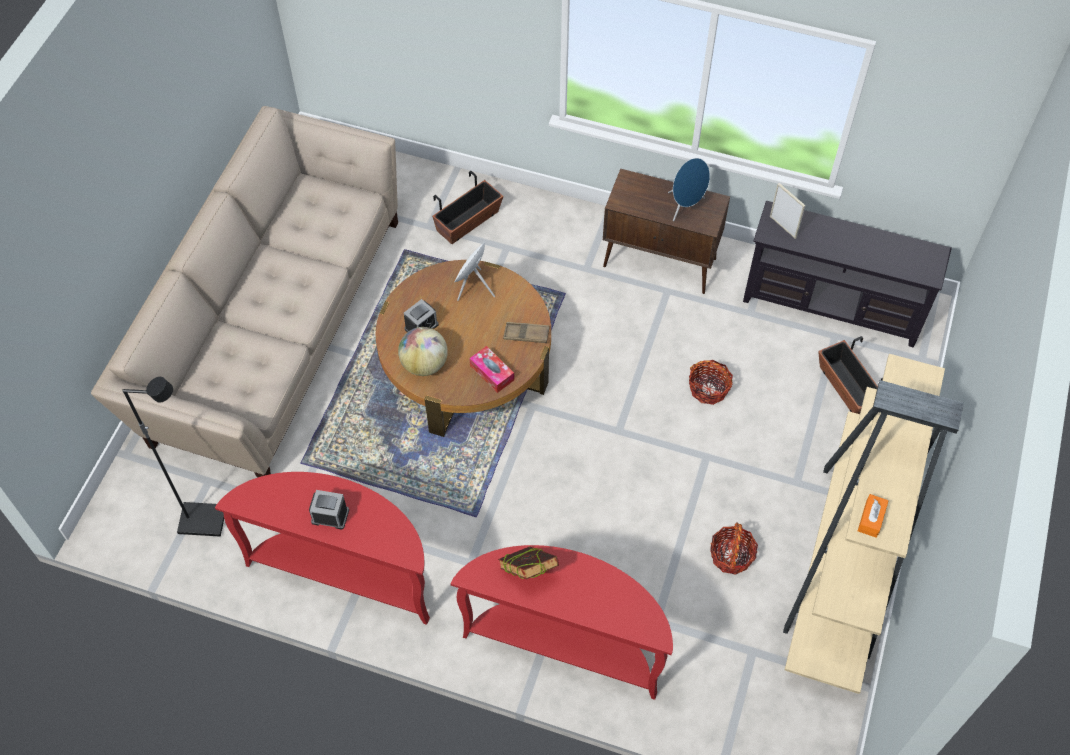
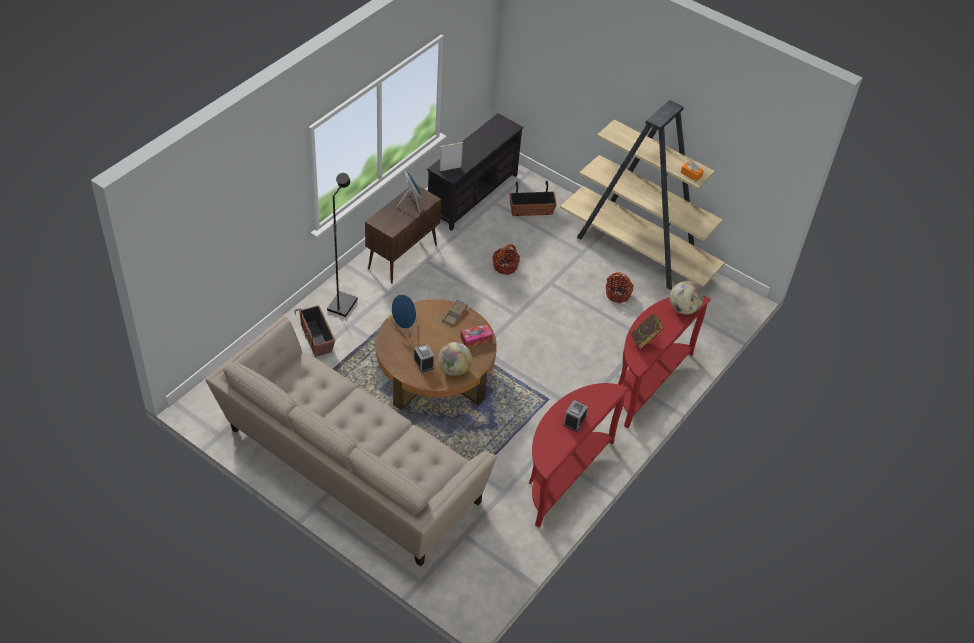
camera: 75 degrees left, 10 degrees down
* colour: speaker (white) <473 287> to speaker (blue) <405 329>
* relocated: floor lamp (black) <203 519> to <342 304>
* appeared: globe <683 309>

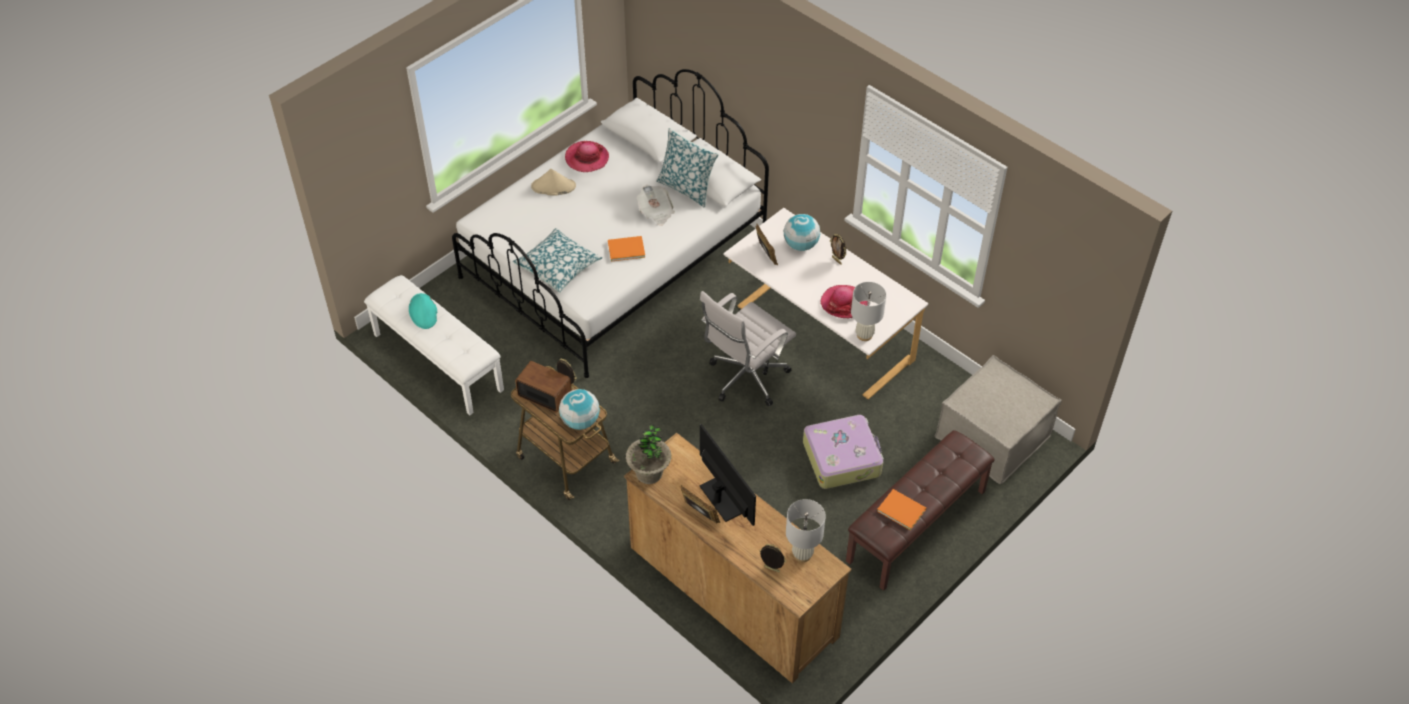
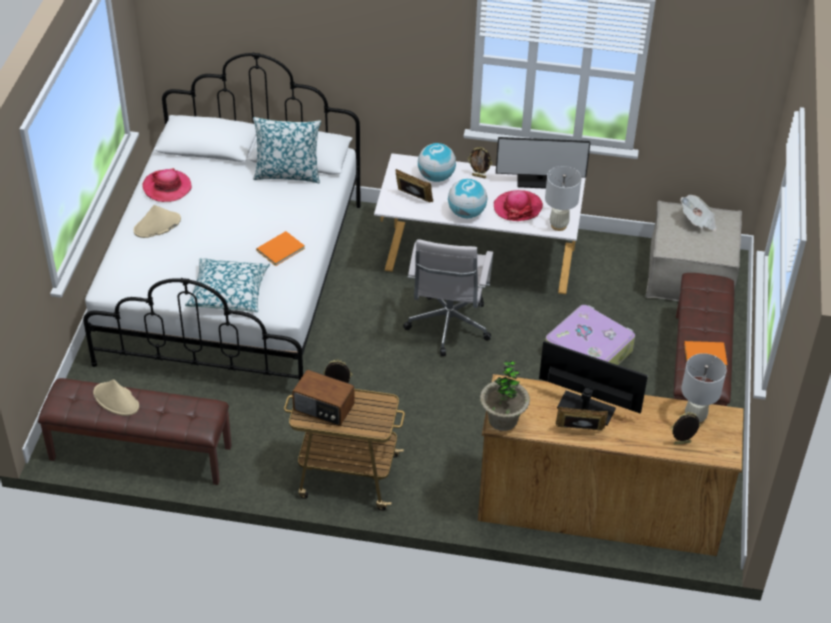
camera: 35 degrees left, 5 degrees down
* relocated: newspaper <656 212> to <697 221>
* colour: bench (white) <437 362> to bench (brown) <140 453>
* colour: hat (turquoise) <423 312> to hat (beige) <116 400>
* spun: radio <544 394> = <323 408> 150 degrees counterclockwise
* relocated: globe <580 421> to <466 213>
* appeared: monitor <539 181>

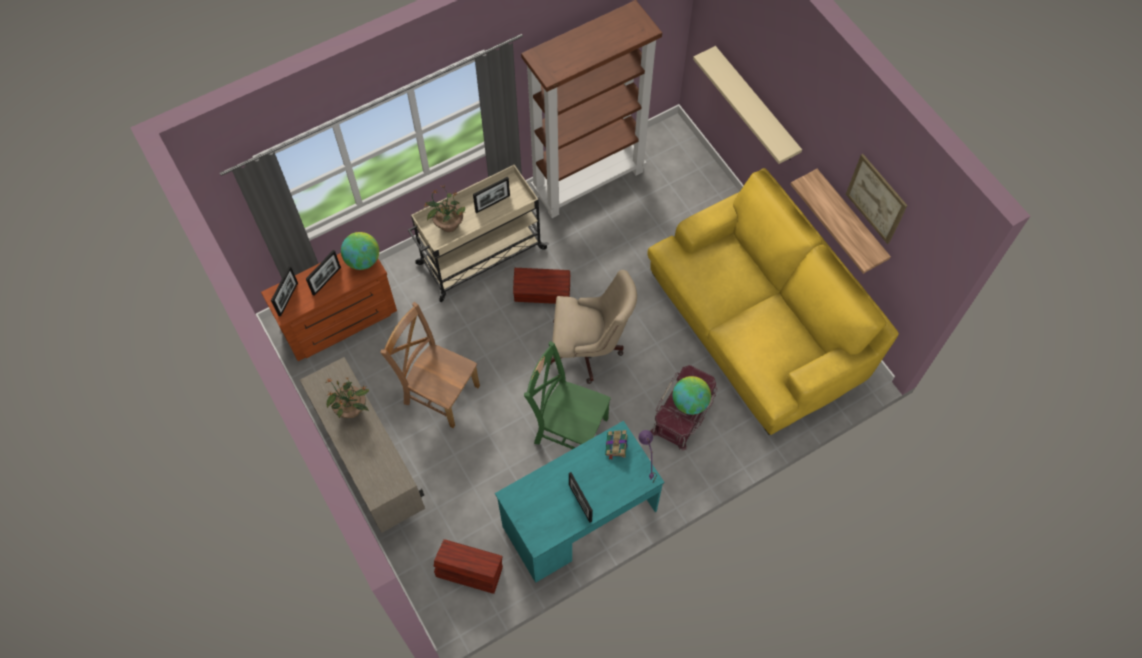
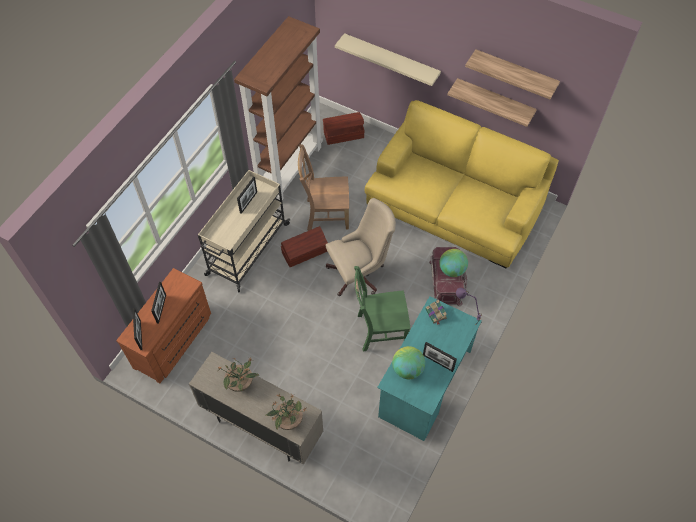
camera: 30 degrees left, 5 degrees down
* exchanged: picture <876 199> to shelf <515 73>
* relocated: potted plant <448 224> to <288 421>
* relocated: globe <363 260> to <407 369>
* relocated: chair (brown) <439 392> to <325 214>
* relocated: storage box (brown) <469 570> to <343 134>

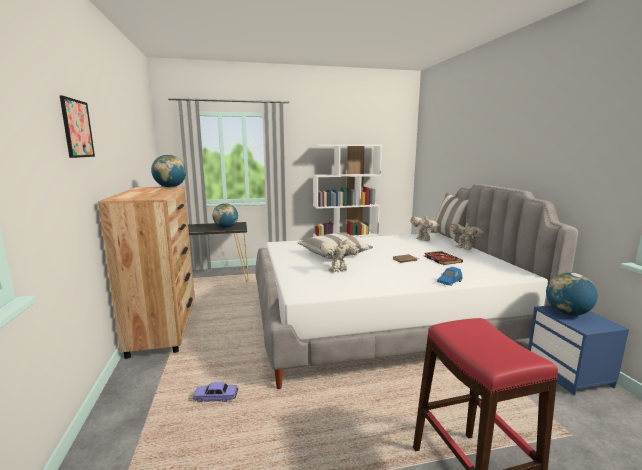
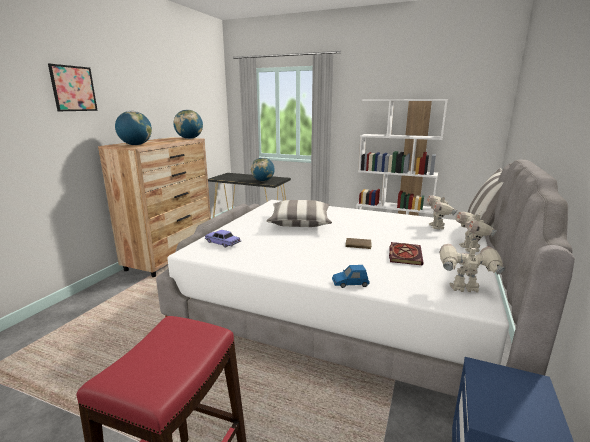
camera: 35 degrees right, 5 degrees up
* relocated: toy robot <338 271> to <464 290>
* relocated: globe <567 313> to <136 145>
* relocated: toy car <216 397> to <222 243>

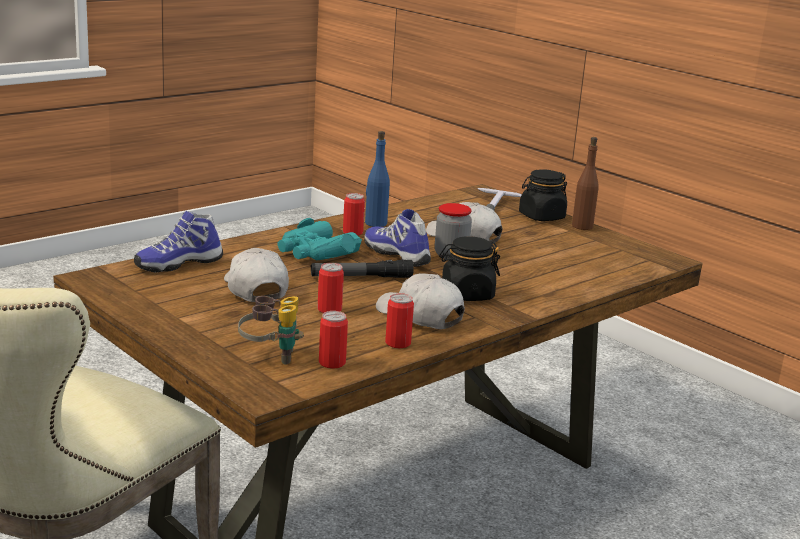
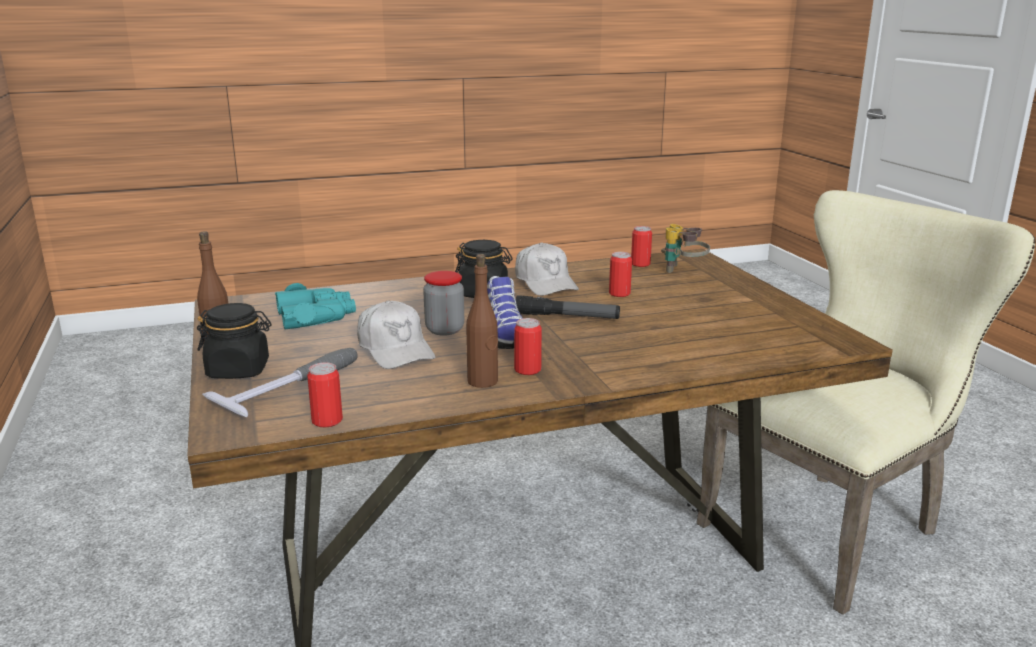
camera: 155 degrees left, 0 degrees up
* colour: bottle (blue) <375 223> to bottle (brown) <483 381>
* missing: shoe <178 263>
* relocated: binoculars (turquoise) <315 252> to <316 316>
* missing: cap (white) <255 288>
* relocated: can <398 343> to <327 421>

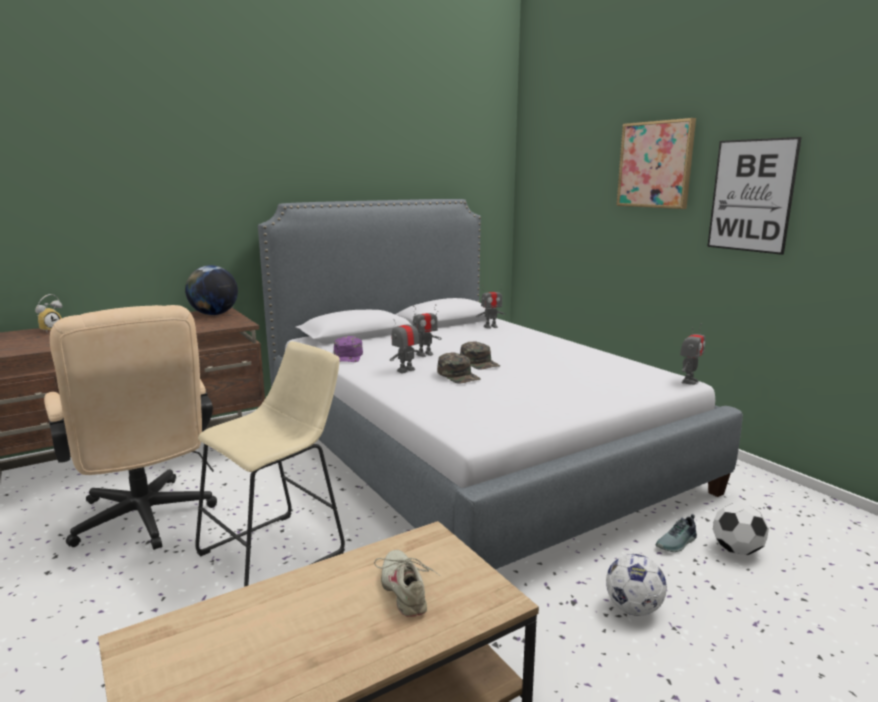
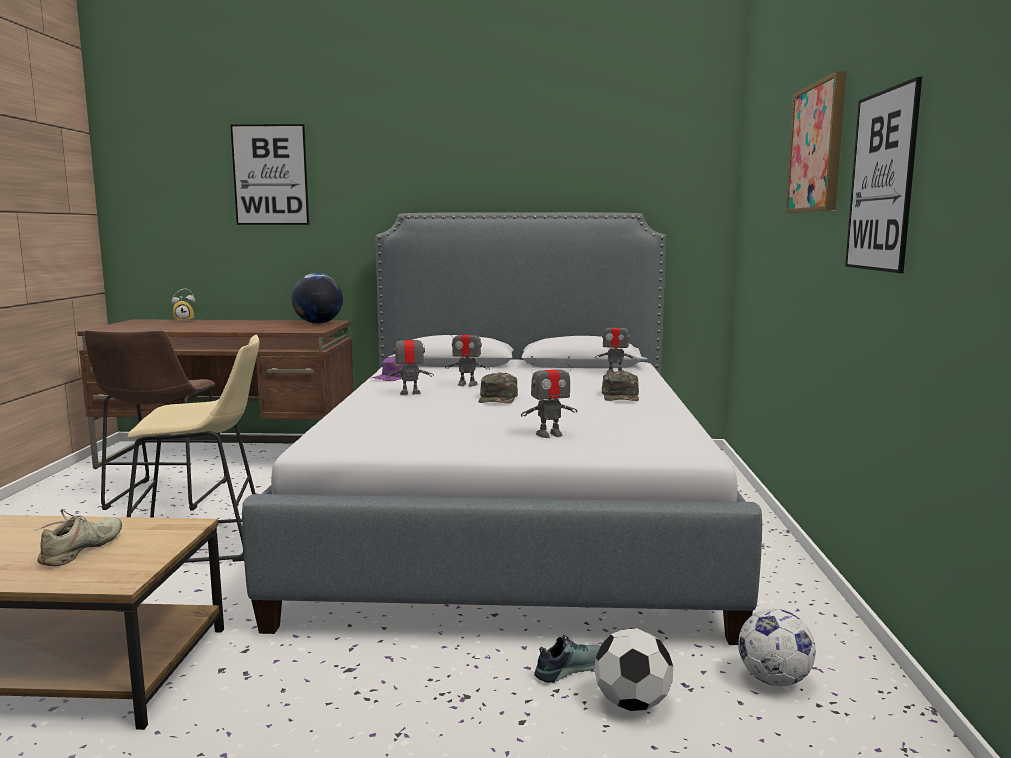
camera: 35 degrees right, 5 degrees down
* exchanged: office chair (beige) <145 522> to stool (brown) <164 497>
* relocated: toy robot <689 381> to <549 434>
* relocated: cap (green) <458 375> to <621 396>
* spun: shoe <677 543> = <569 668> 150 degrees clockwise
* relocated: football <633 608> to <774 680>
* appeared: picture <270 175>

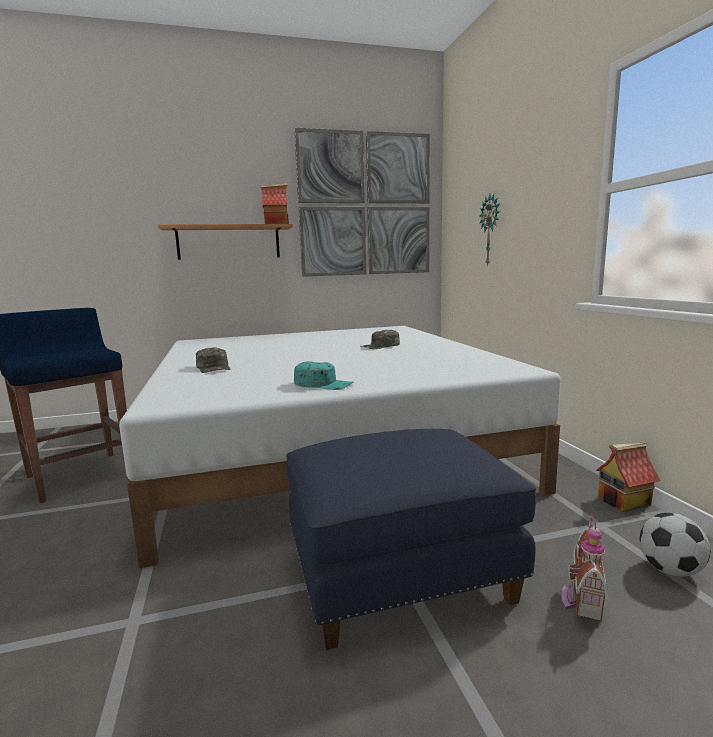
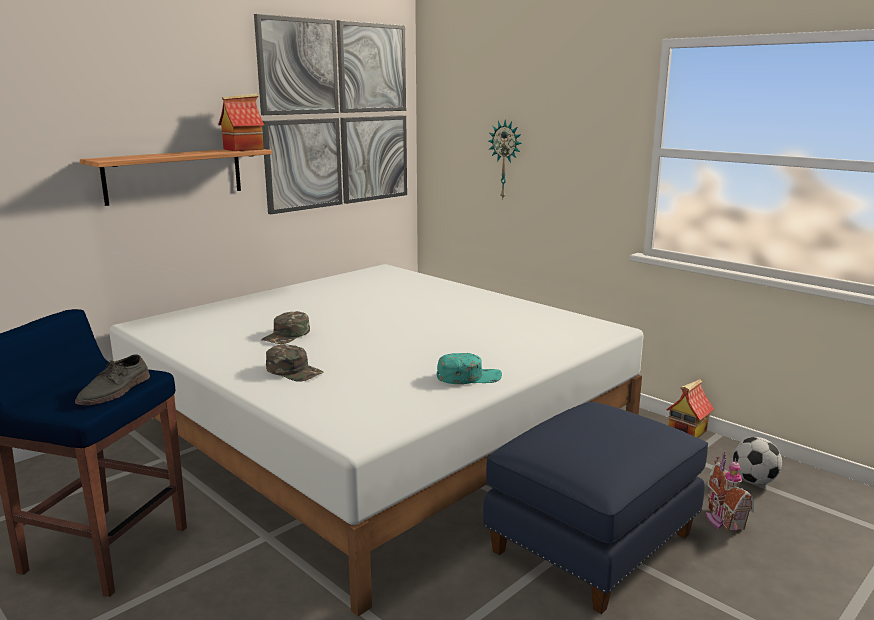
camera: 30 degrees left, 5 degrees up
* relocated: cap (green) <380 346> to <287 335>
* appeared: shoe (grey) <115 391>

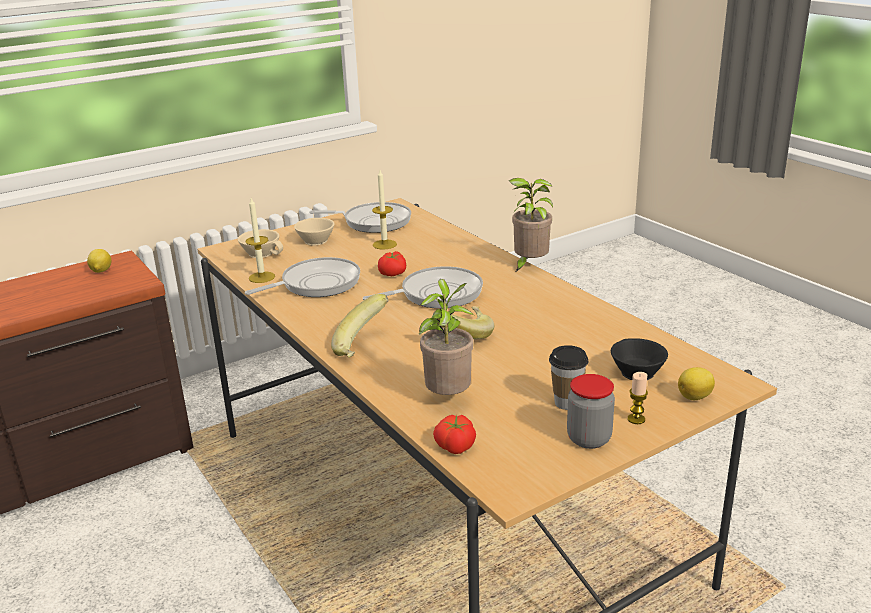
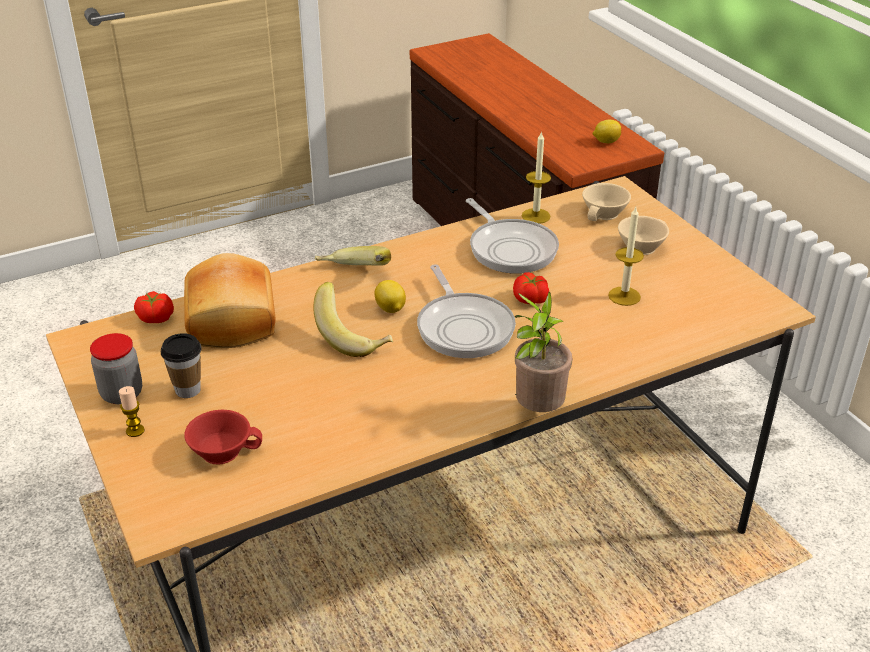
camera: 95 degrees right, 10 degrees up
* missing: frying pan <373 222>
* exchanged: potted plant <448 397> to bread <234 319>
* colour: cup (black) <634 372> to cup (red) <223 449>
* relocated: lemon <695 397> to <390 309>

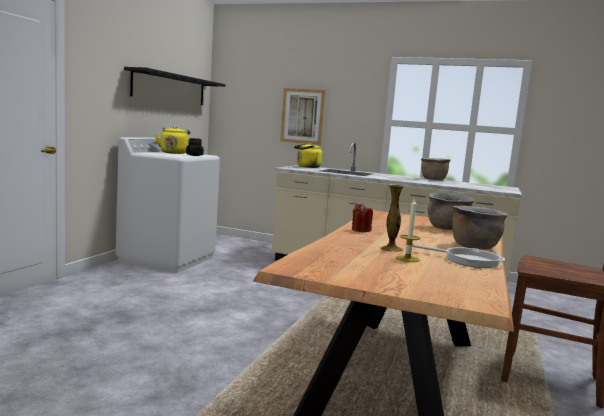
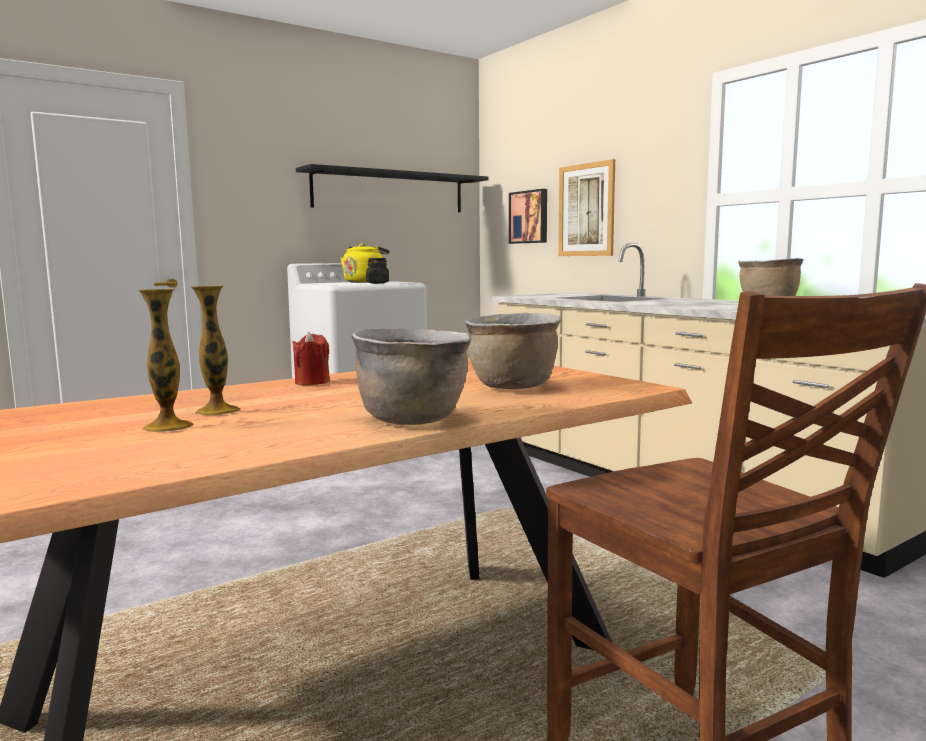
camera: 35 degrees right, 0 degrees up
* missing: kettle (yellow) <307 167>
* exchanged: candle <407 259> to vase <168 427>
* missing: frying pan <467 260>
* appeared: picture <529 217>

